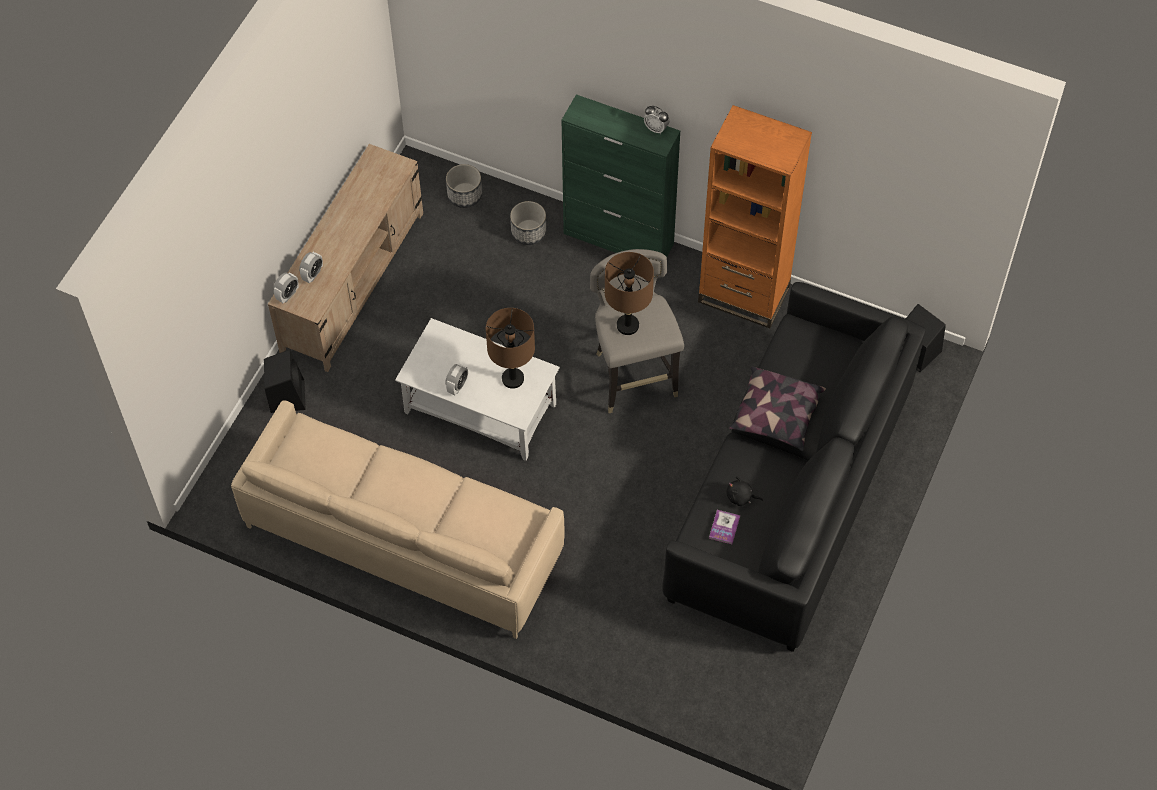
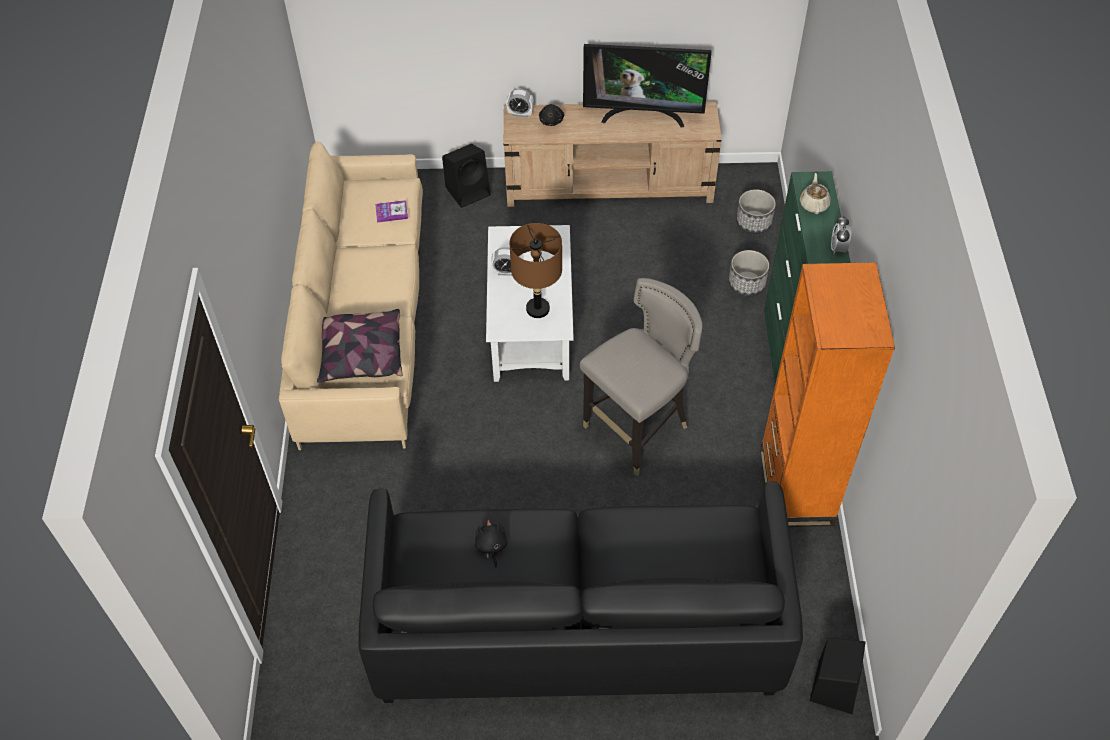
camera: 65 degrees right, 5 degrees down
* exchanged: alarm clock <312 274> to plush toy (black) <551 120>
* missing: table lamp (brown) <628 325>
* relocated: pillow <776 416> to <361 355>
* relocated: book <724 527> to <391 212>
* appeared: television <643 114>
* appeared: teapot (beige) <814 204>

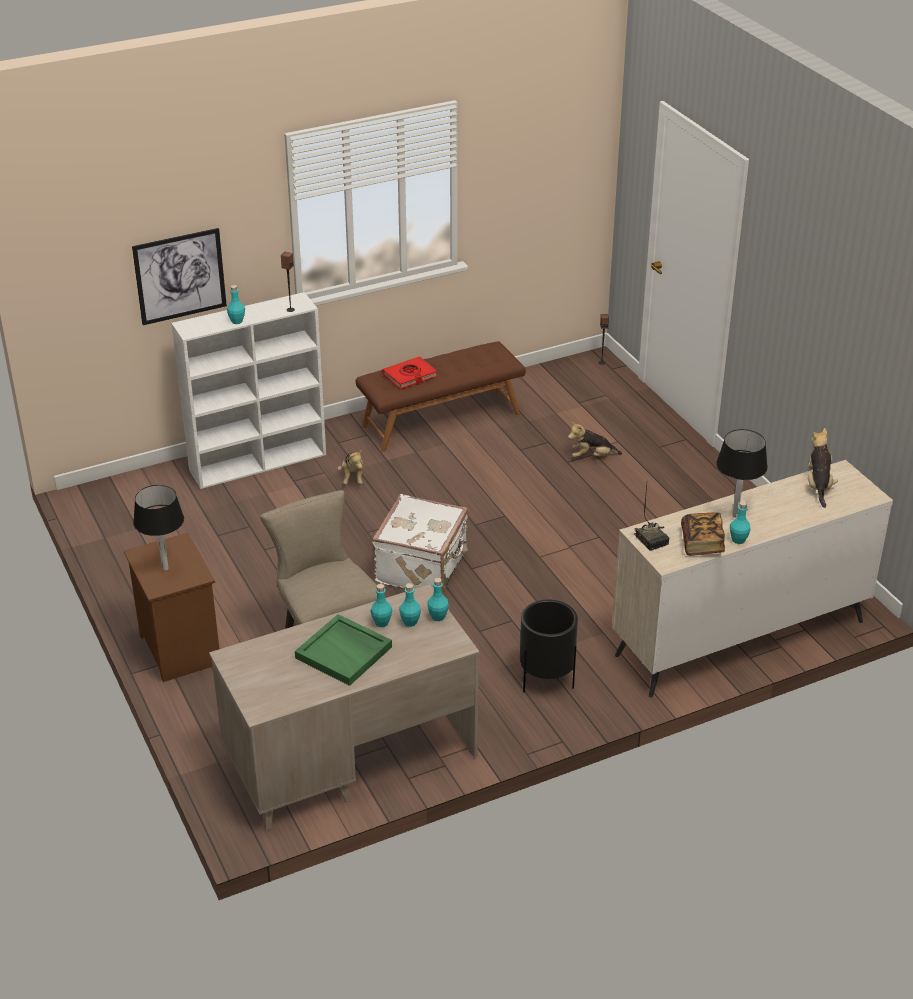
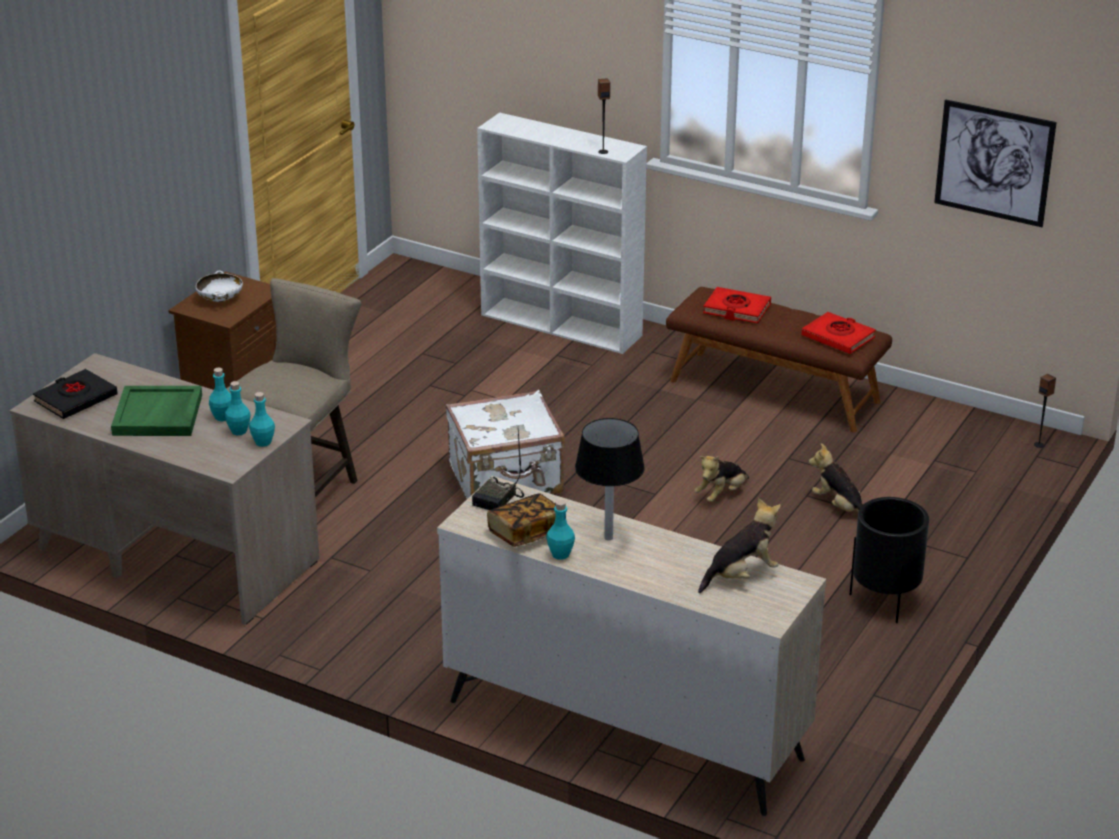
camera: 55 degrees right, 5 degrees down
* relocated: picture <180 276> to <994 163>
* missing: bottle (turquoise) <237 321>
* relocated: plush toy <352 477> to <721 494>
* exchanged: table lamp (black) <165 568> to bowl (white) <220 299>
* relocated: planter (black) <546 680> to <885 601>
* appeared: book (red) <838 337>
* appeared: book (black) <75 399>

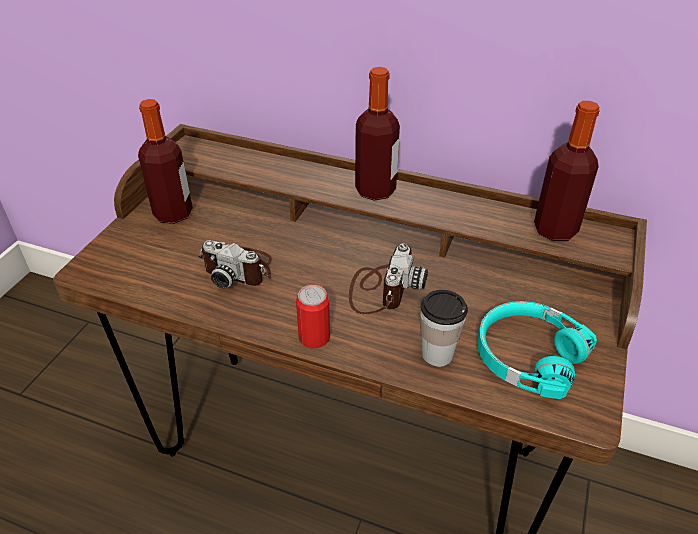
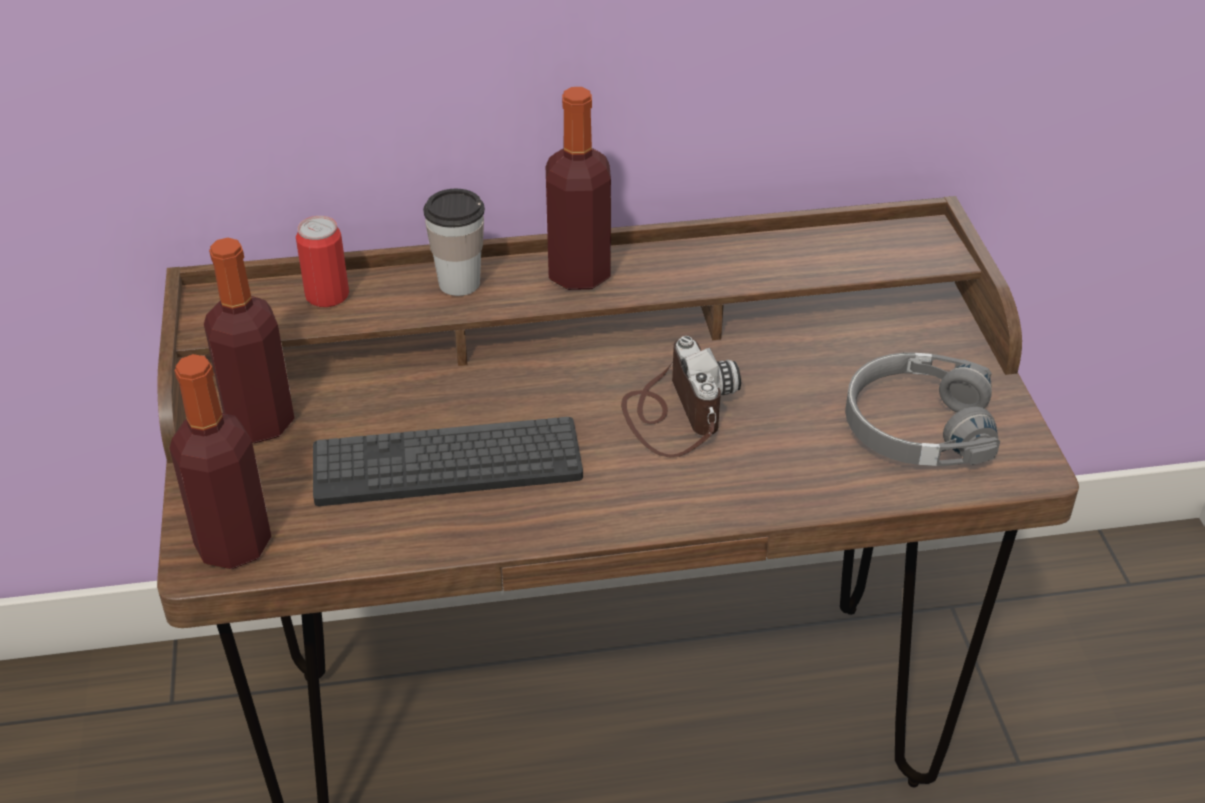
camera: 30 degrees left, 0 degrees up
* relocated: bottle <555 230> to <233 545>
* exchanged: photo camera <239 268> to keyboard <447 464>
* relocated: can <314 337> to <327 295>
* relocated: cup <437 354> to <459 283>
* colour: headphones (turquoise) <527 355> to headphones (grey) <916 426>

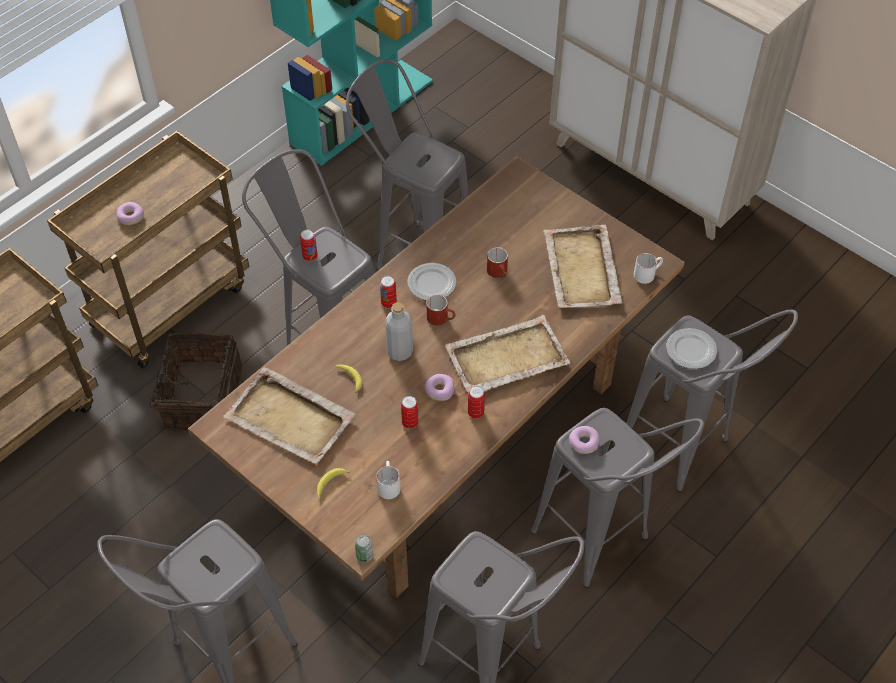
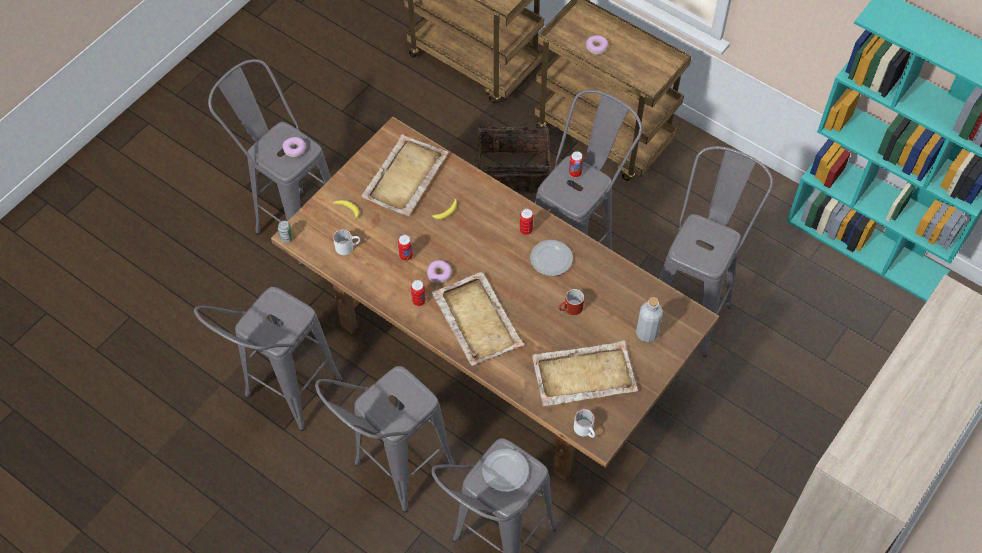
camera: 85 degrees right, 5 degrees up
* missing: mug (red) <441 318>
* relocated: bottle (grey) <399 351> to <647 333>
* relocated: donut <584 442> to <294 149>

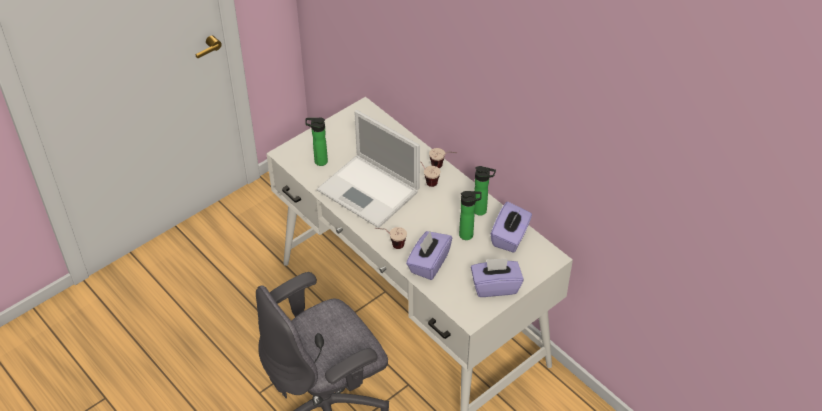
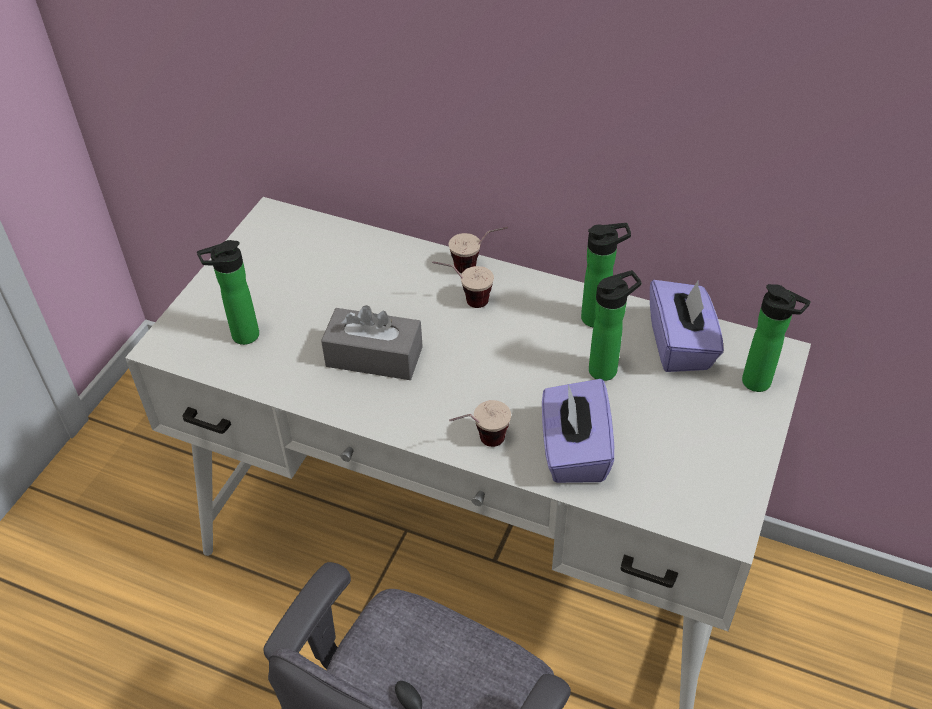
camera: 25 degrees left, 0 degrees up
* exchanged: laptop <370 191> to tissue box (grey) <374 357>
* missing: tissue box (purple) <495 286>
* appeared: bottle <760 384>

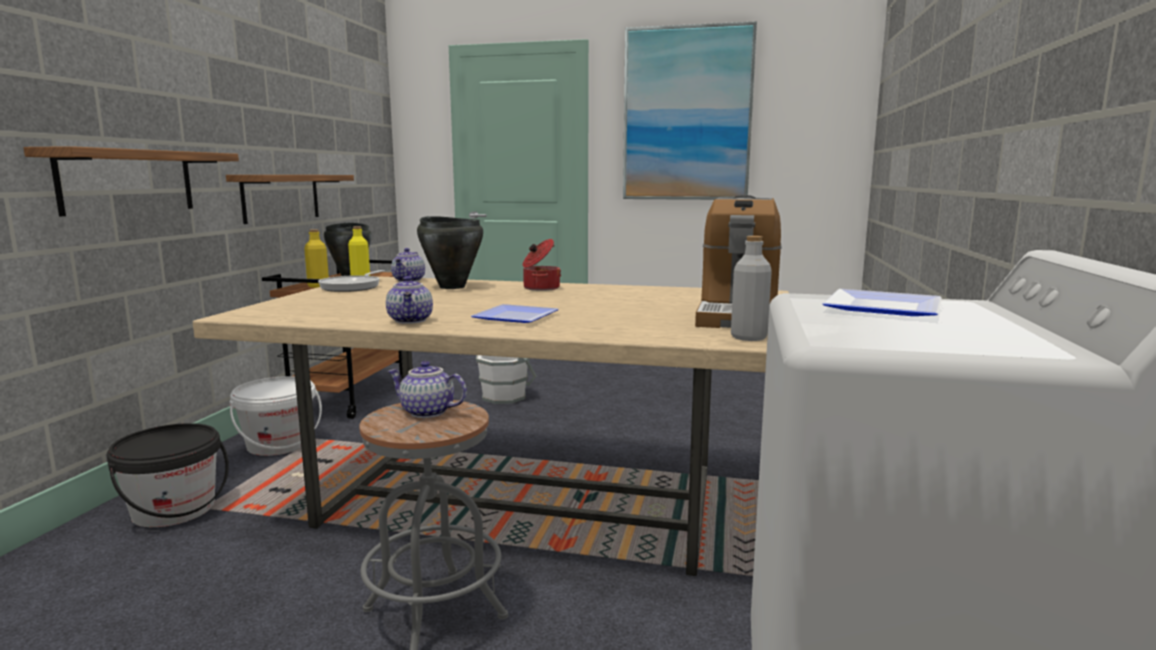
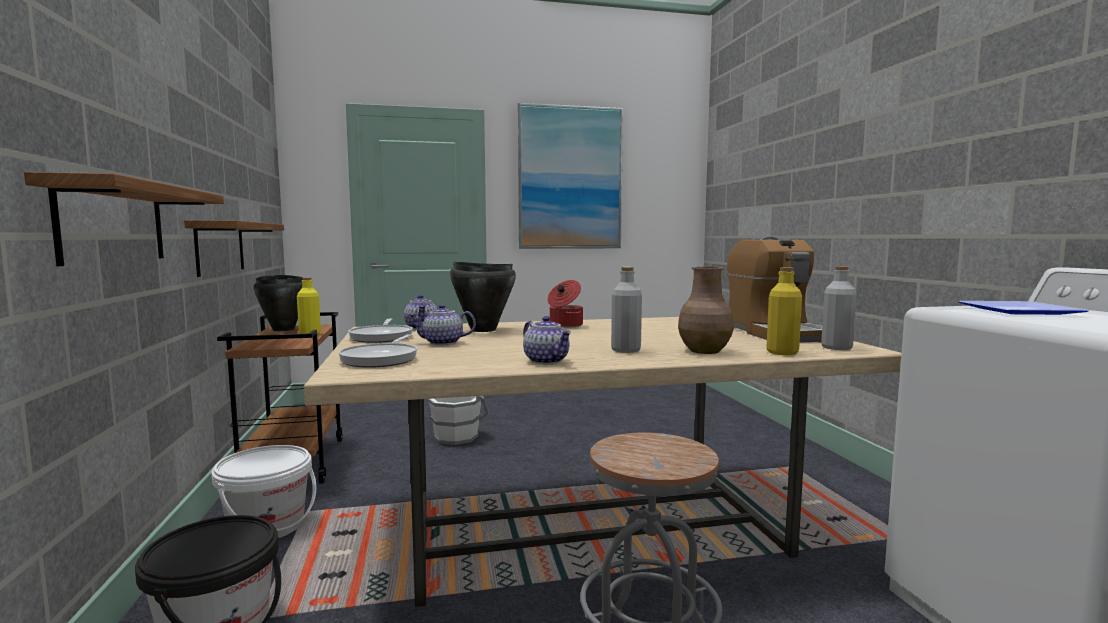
camera: 25 degrees left, 5 degrees down
* relocated: bottle (yellow) <318 286> to <782 352>
* exchanged: plate <512 318> to bottle (grey) <626 350>
* relocated: teapot <426 412> to <442 343>
* appeared: vase (brown) <704 351>
* appeared: frying pan <382 359>

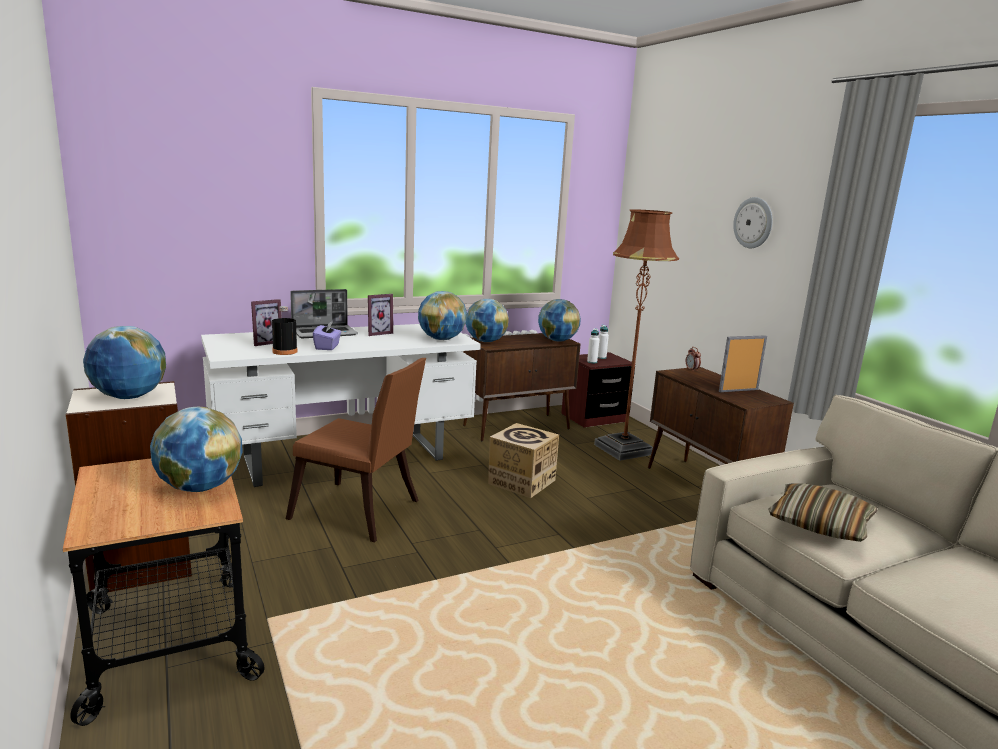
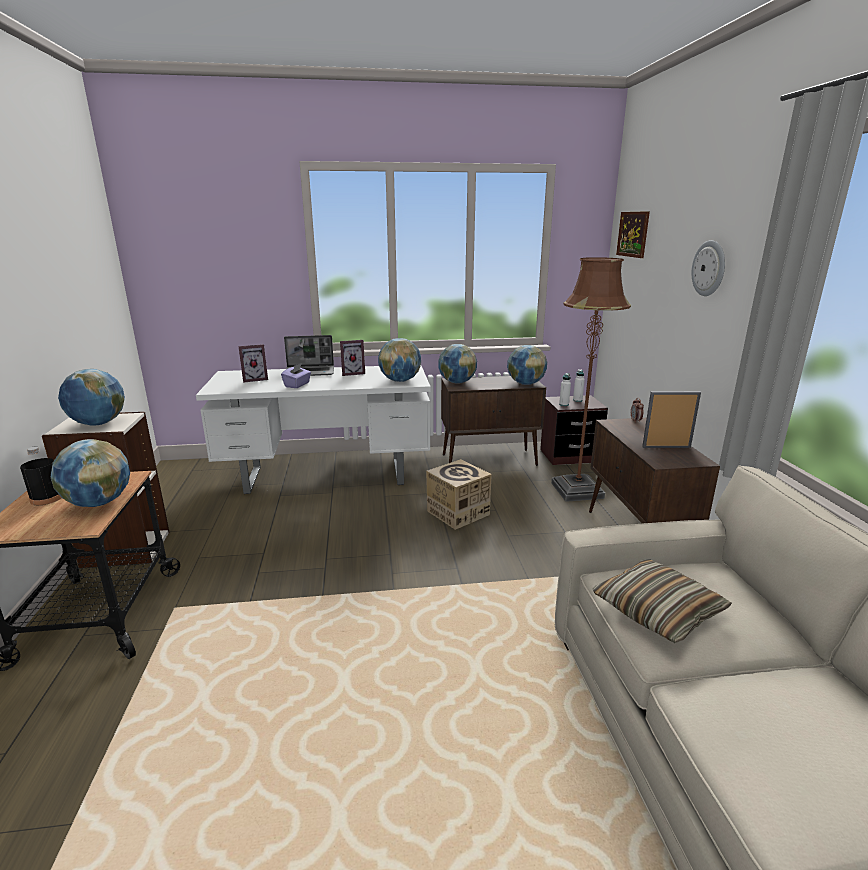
camera: 20 degrees right, 5 degrees up
* relocated: bottle (black) <285 351> to <47 498>
* missing: chair (brown) <360 513>
* appeared: picture <633 234>

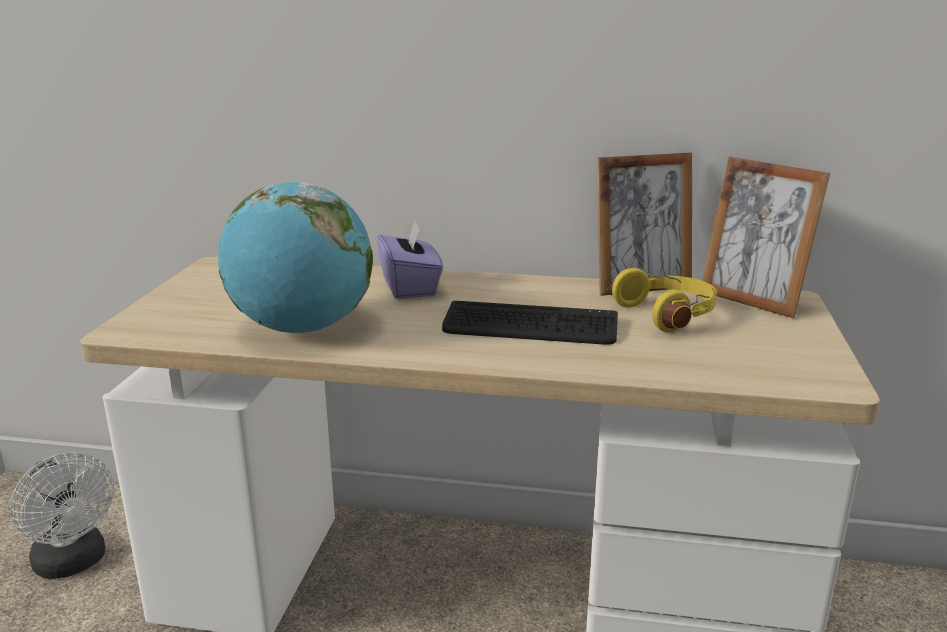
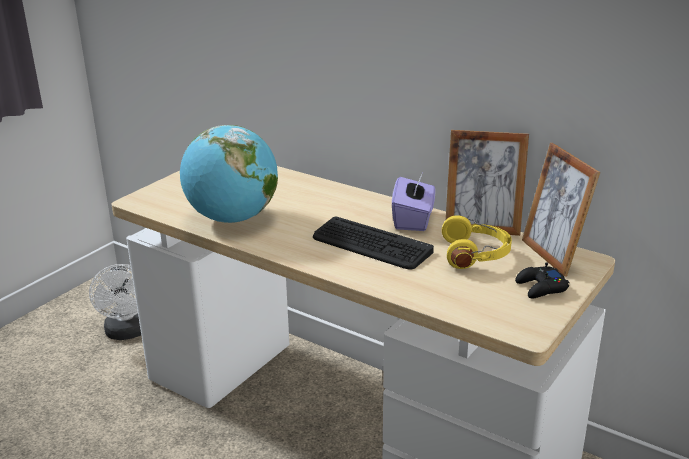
camera: 25 degrees right, 5 degrees up
* relocated: tissue box (purple) <410 287> to <413 220>
* appeared: game controller (black) <541 288>

